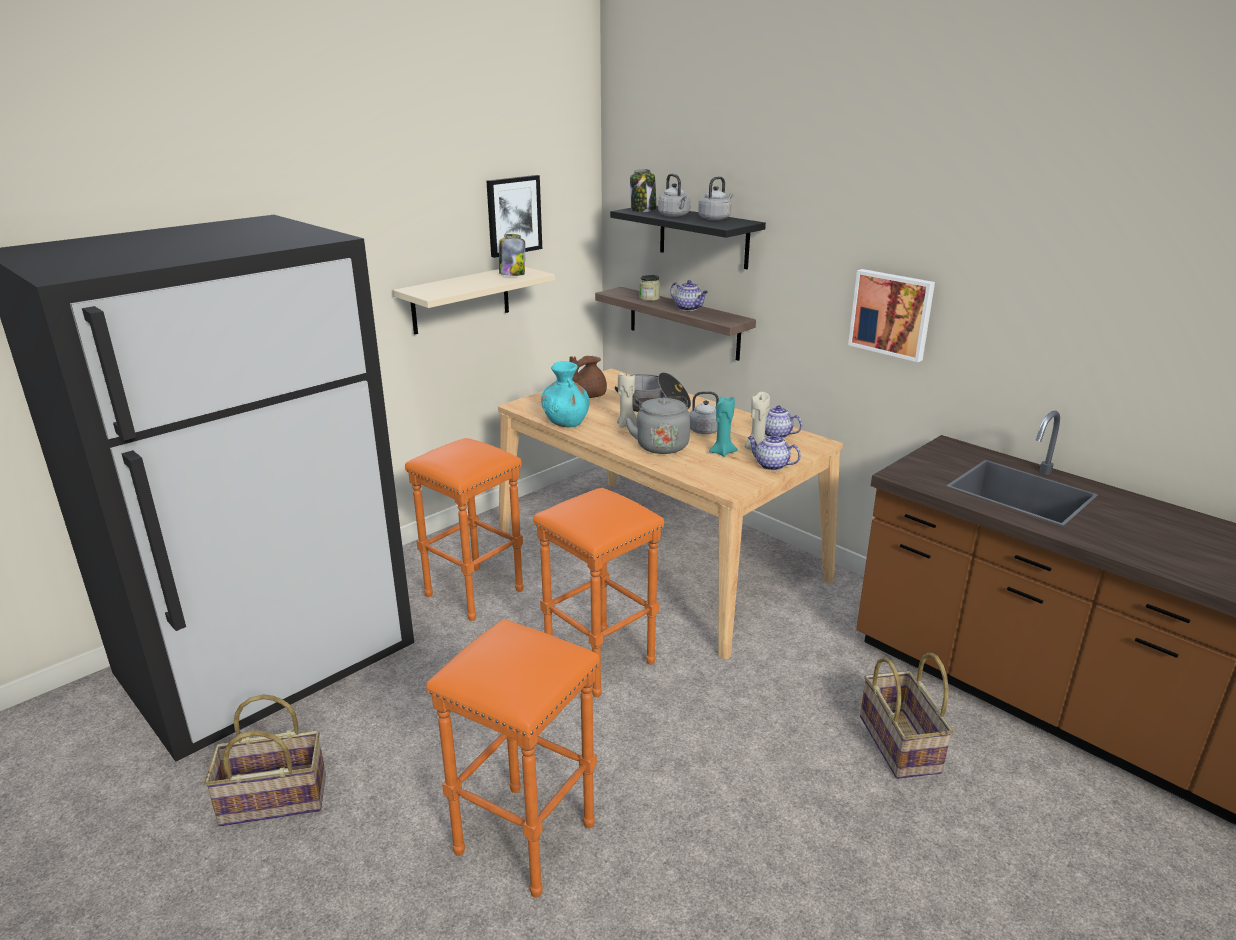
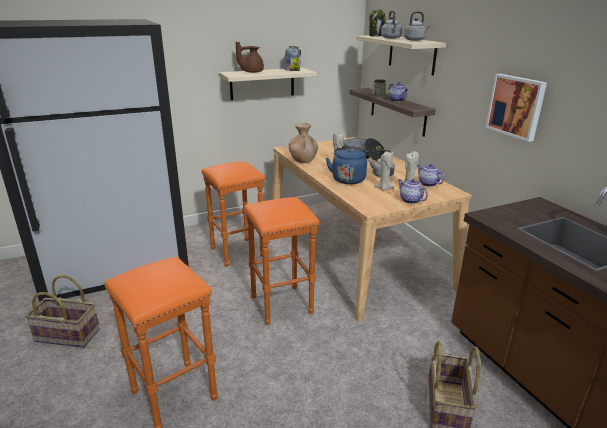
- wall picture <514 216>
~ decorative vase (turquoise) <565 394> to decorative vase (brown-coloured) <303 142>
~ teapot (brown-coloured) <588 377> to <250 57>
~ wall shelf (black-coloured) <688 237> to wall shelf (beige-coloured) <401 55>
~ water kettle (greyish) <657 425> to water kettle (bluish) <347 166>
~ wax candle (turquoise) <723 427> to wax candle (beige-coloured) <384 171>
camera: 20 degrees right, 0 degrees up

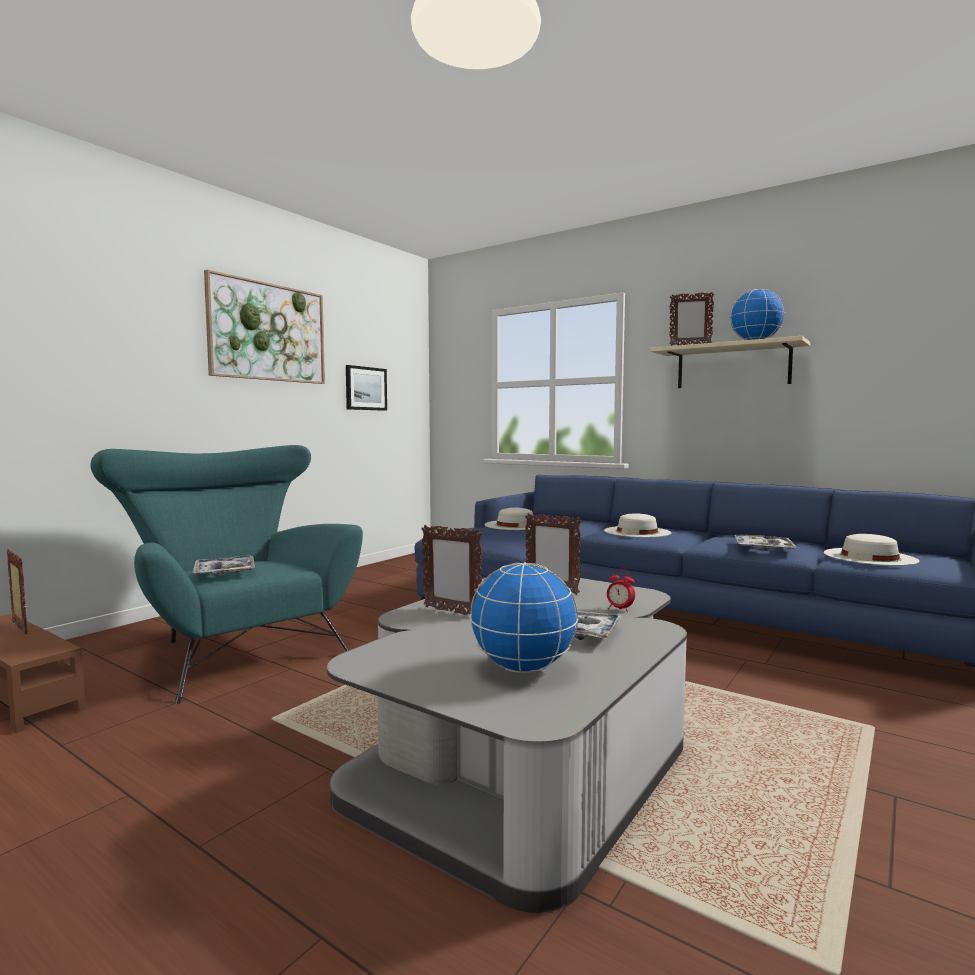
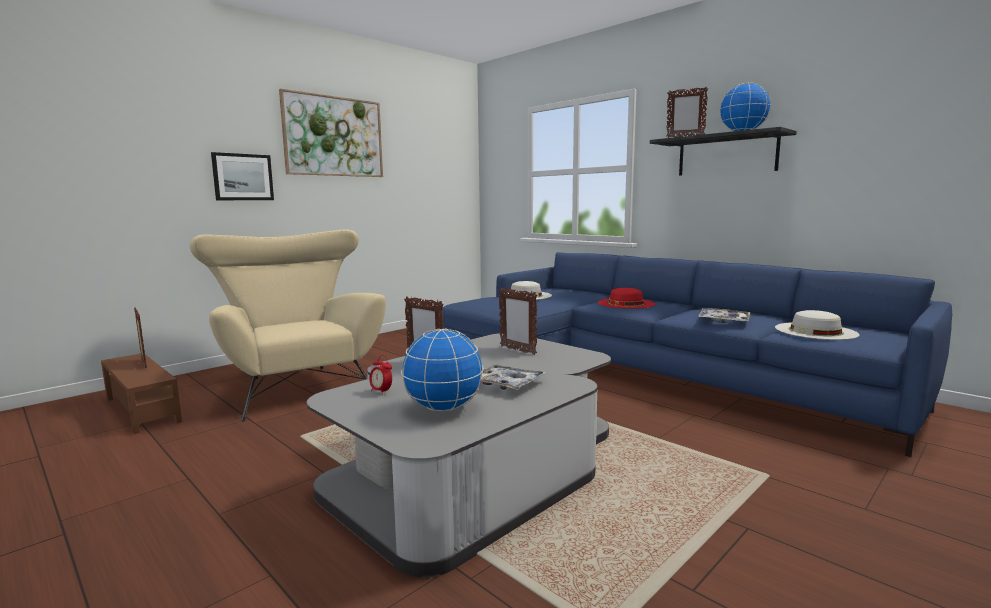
~ easy chair (turquoise) <226 574> to easy chair (beige-coloured) <288 325>
- tray <224 565>
~ wall picture <366 388> to <242 176>
~ wearable hat (white-coloured) <637 525> to wearable hat (red) <626 298>
~ alarm clock <621 590> to <380 375>
~ wall shelf (beige-coloured) <730 362> to wall shelf (black-coloured) <723 151>
camera: 10 degrees right, 5 degrees up

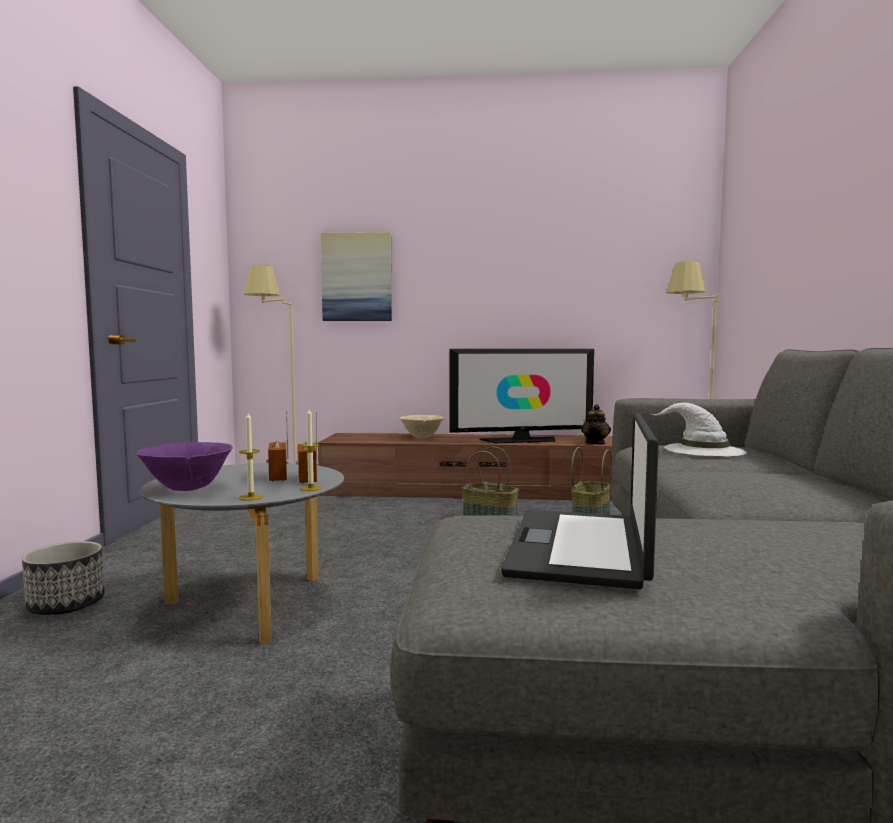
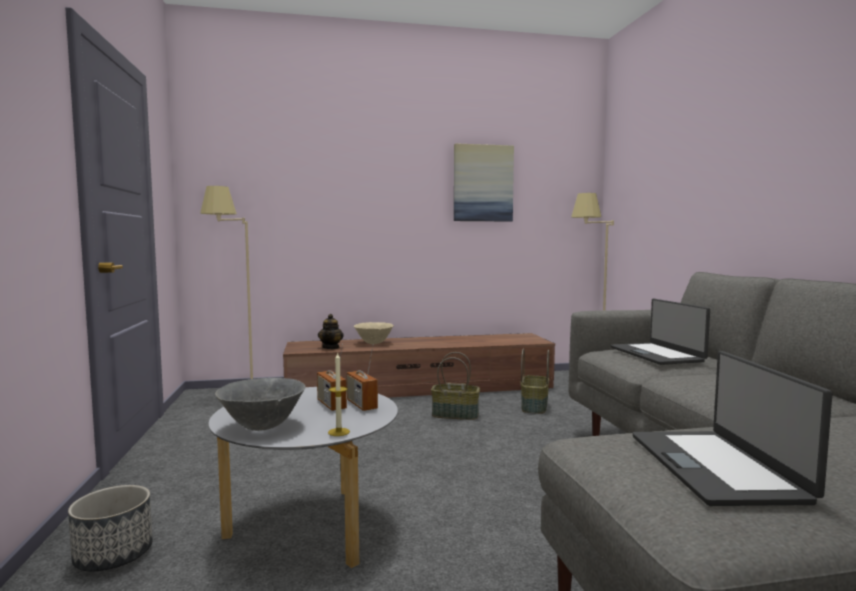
~ serving bowl (purple-coloured) <185 466> to serving bowl (greyish) <260 404>
- wax candle <311 450>
~ wall picture <356 276> to <484 182>
- TV set <521 396>
~ teapot <596 424> to <331 331>
~ wearable hat (white-coloured) <698 430> to notebook computer <660 332>
camera: 15 degrees left, 0 degrees up

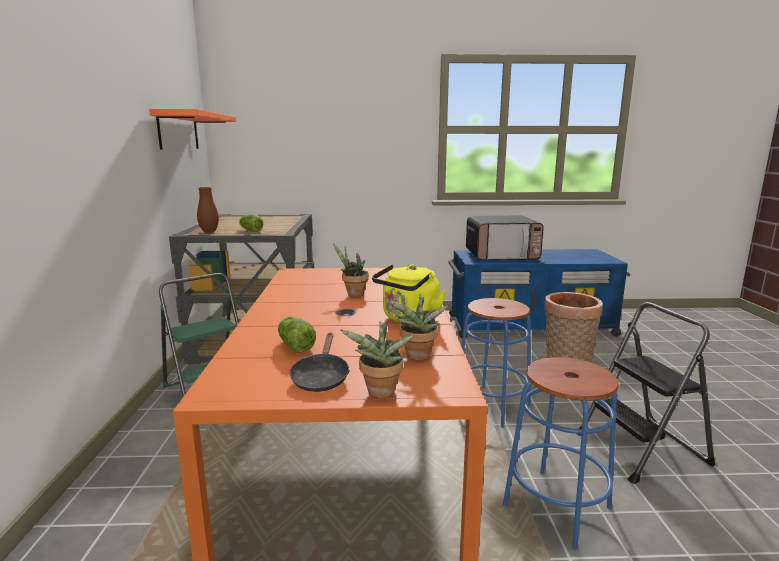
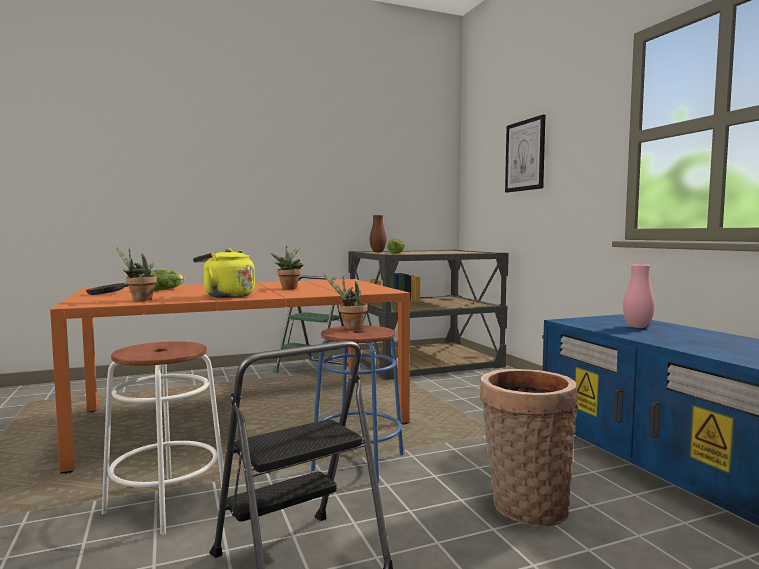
- wall shelf (orange-coloured) <192 129>
~ plant in a pot <378 359> to <345 302>
~ microwave oven <505 237> to decorative vase (pink-coloured) <639 296>
~ stool seat (bluish) <561 453> to stool seat (white-coloured) <163 438>
+ wall picture <525 153>
camera: 70 degrees right, 10 degrees down

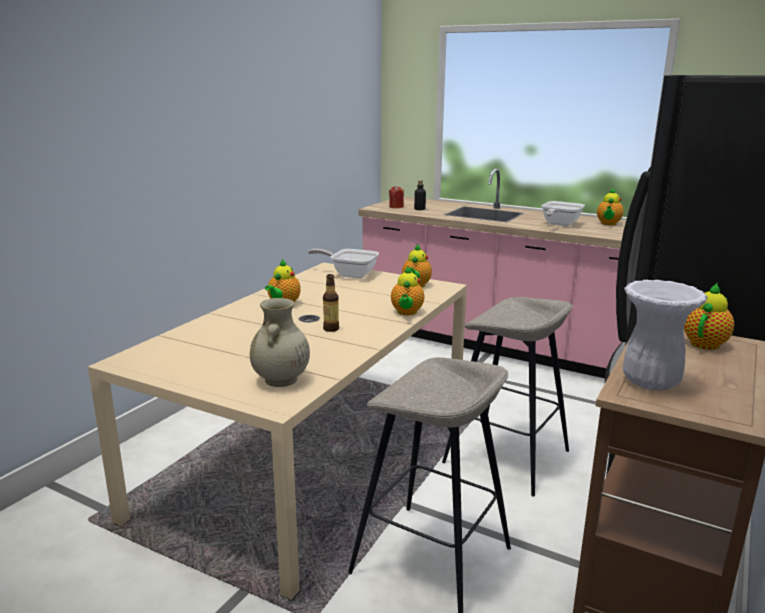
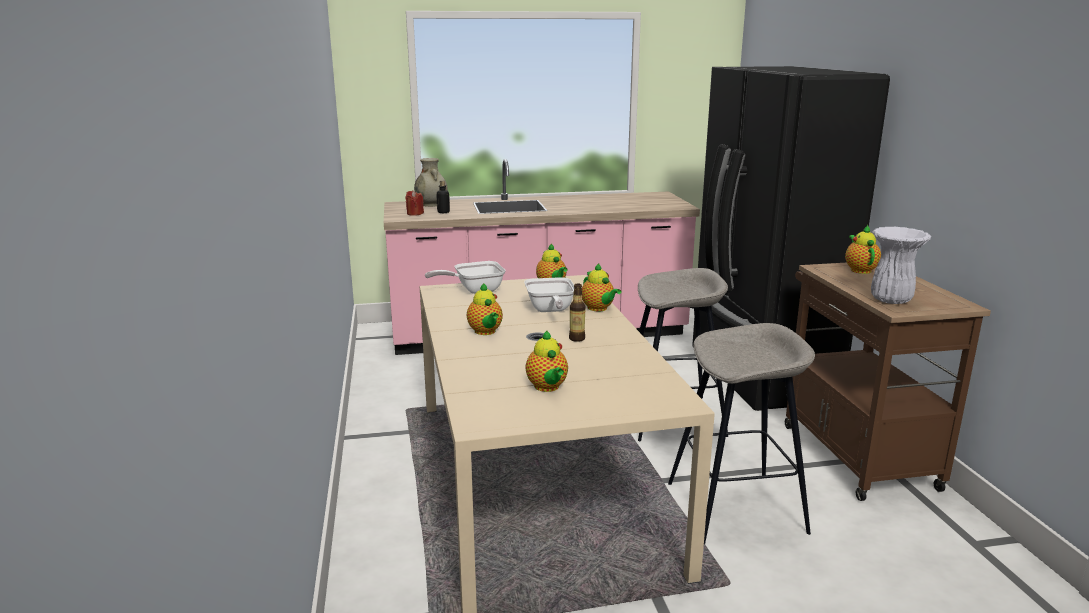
~ decorative vase (beige-coloured) <280 342> to <431 182>
~ skillet <563 213> to <549 294>
~ teapot <610 206> to <546 361>
camera: 40 degrees left, 0 degrees up

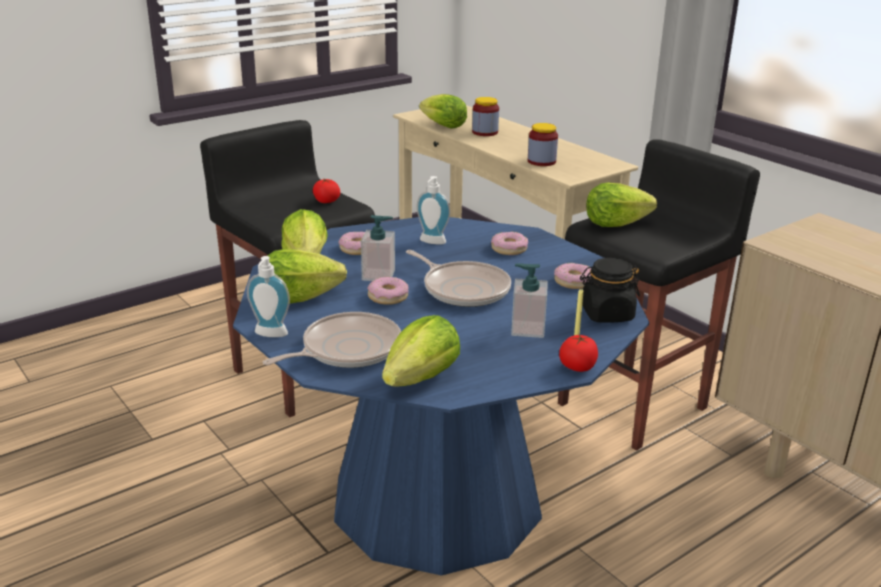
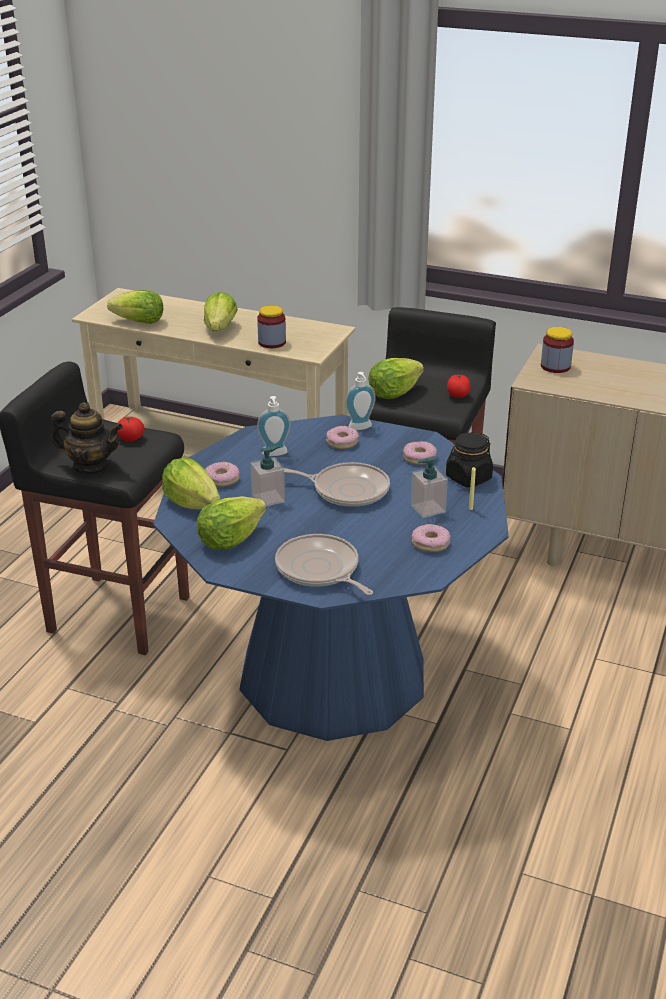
~ soap dispenser <268 296> to <360 401>
~ skillet <332 340> = <324 564> 60 degrees counterclockwise
~ ring doughnut <387 291> to <431 538>
~ lettuce <421 350> to <221 311>
~ jar <485 116> to <557 350>
~ fresh tomato <578 353> to <458 386>
+ teapot <87 438>
camera: 30 degrees left, 5 degrees up

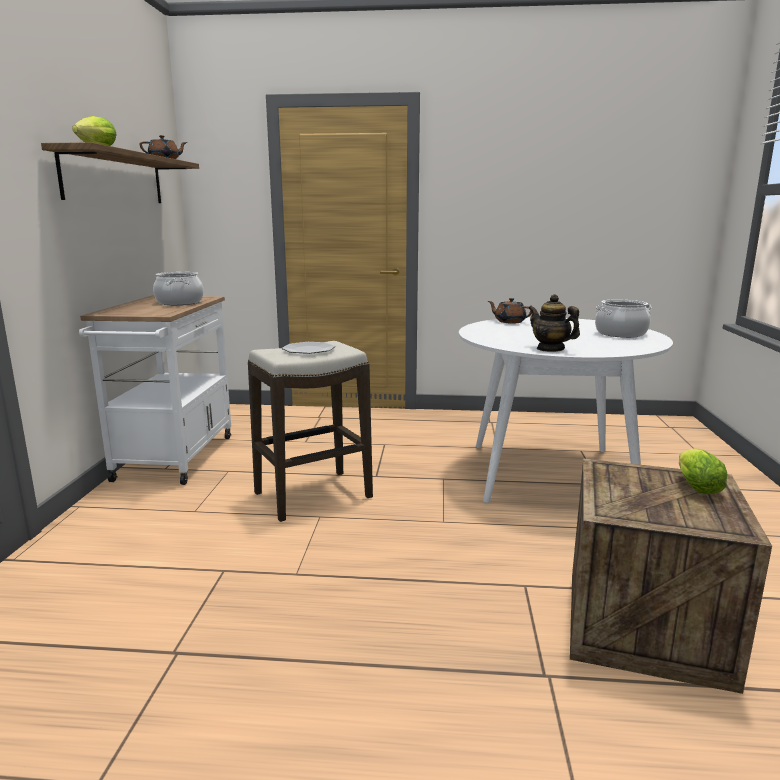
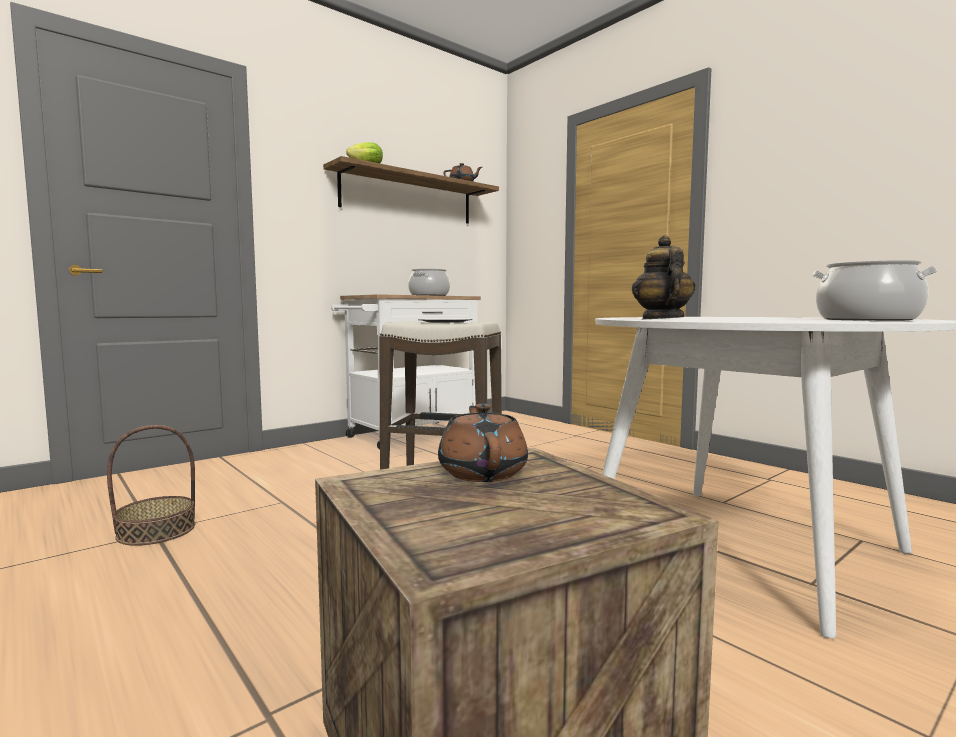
~ teapot (brown-coloured) <510 311> to <483 443>
- lettuce <703 471>
+ household basket <151 485>
camera: 45 degrees right, 10 degrees down

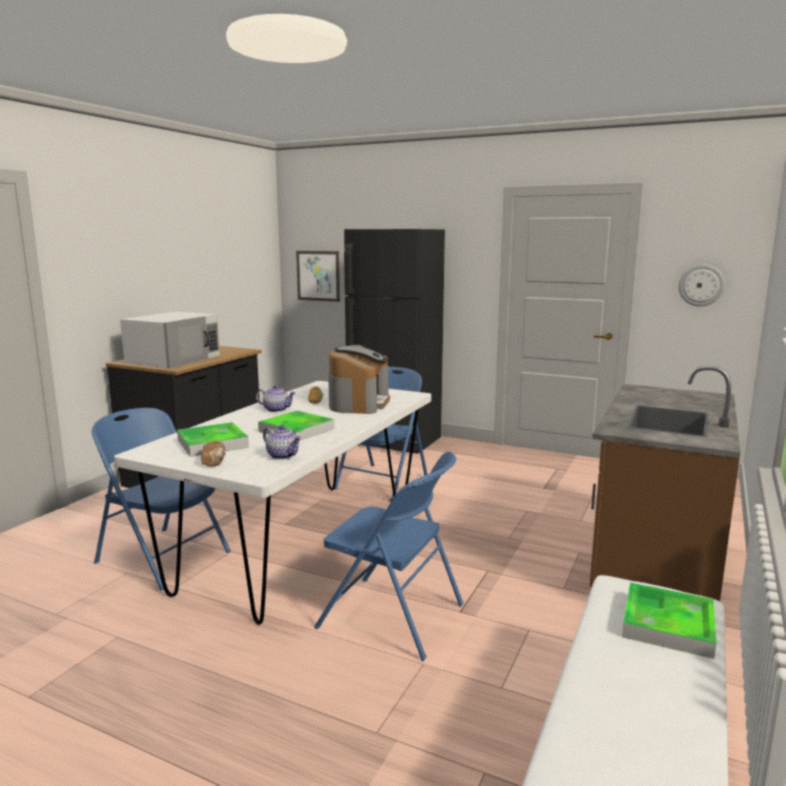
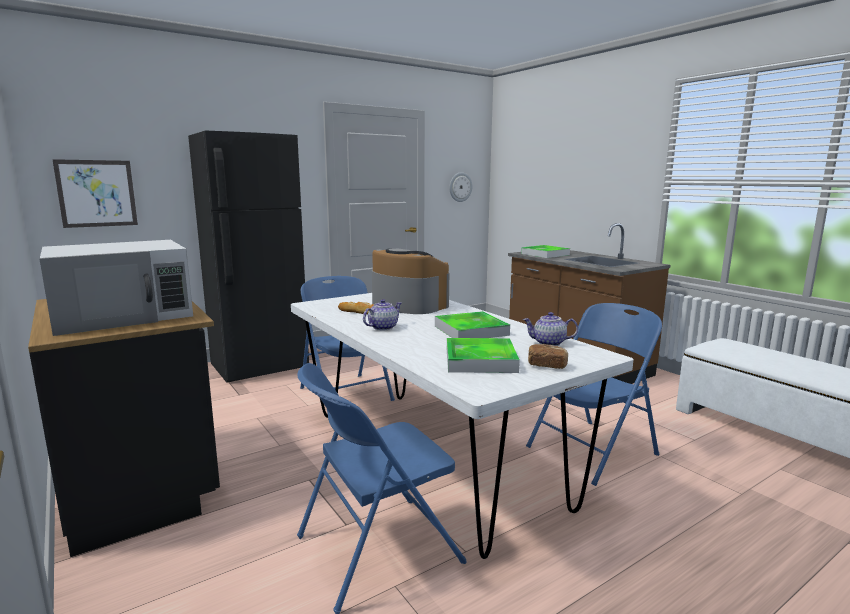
~ microwave oven (white-coloured) <170 339> = <116 288> 90 degrees clockwise
~ teapot <282 442> = <550 329> 150 degrees counterclockwise
~ tray <669 620> to <545 251>
camera: 60 degrees left, 0 degrees up

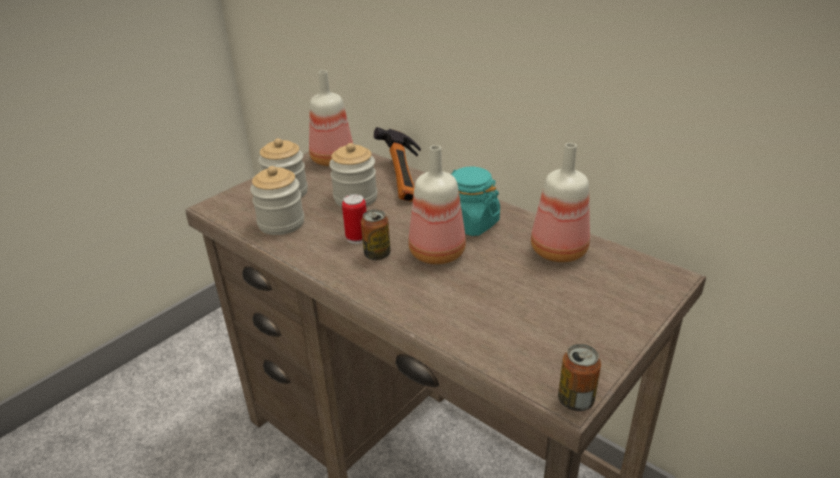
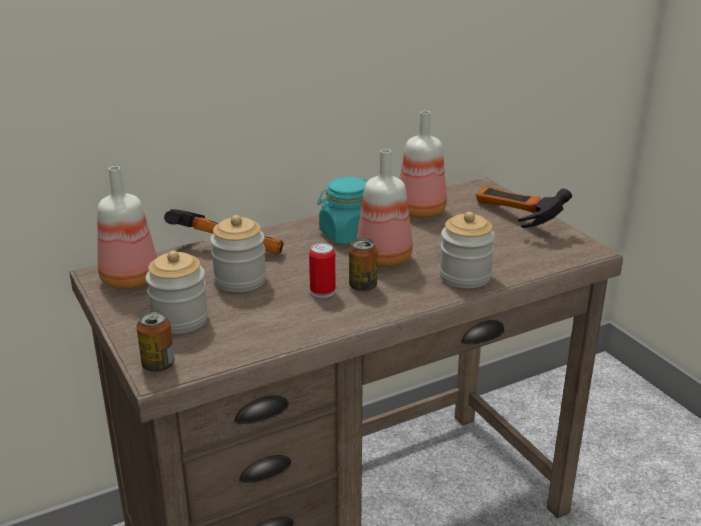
~ jar <277 200> to <467 250>
~ sealed can <579 377> to <155 341>
+ tool hammer <524 207>
camera: 70 degrees left, 5 degrees down

